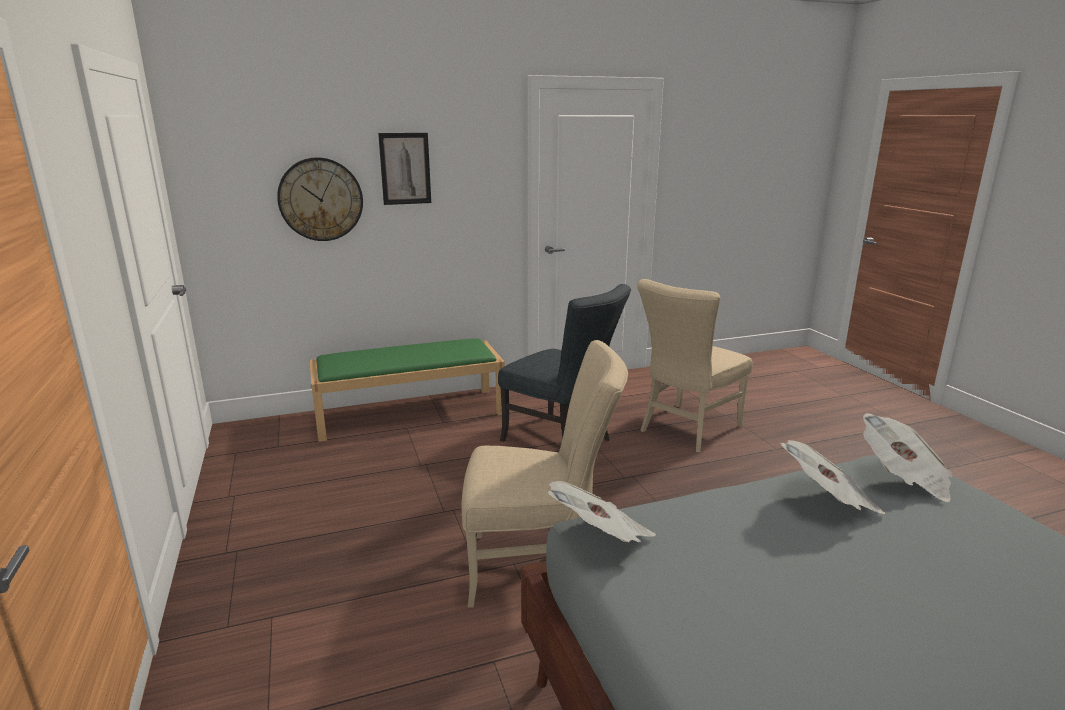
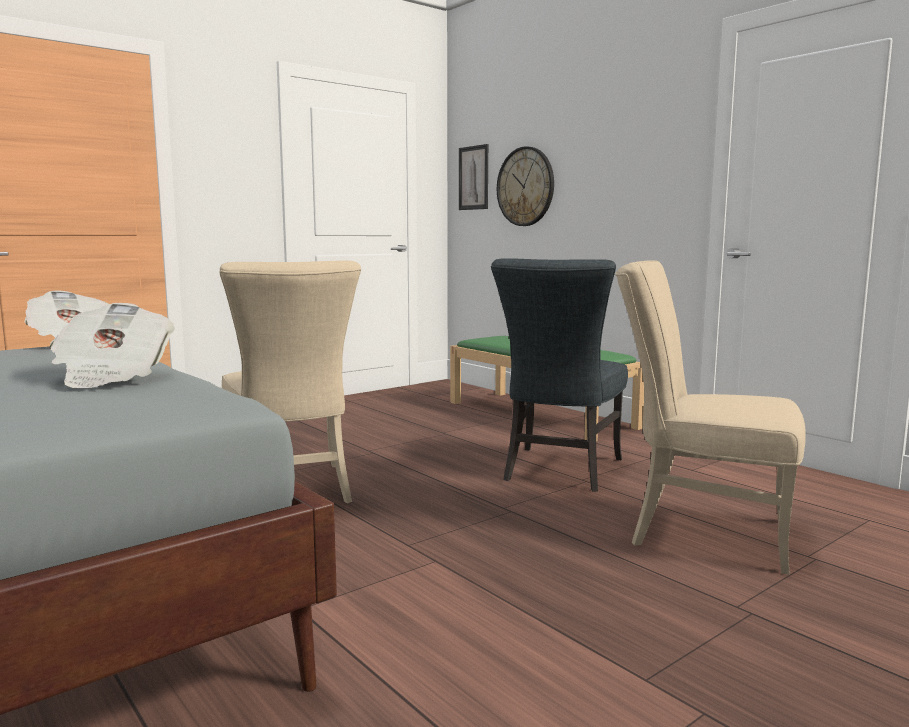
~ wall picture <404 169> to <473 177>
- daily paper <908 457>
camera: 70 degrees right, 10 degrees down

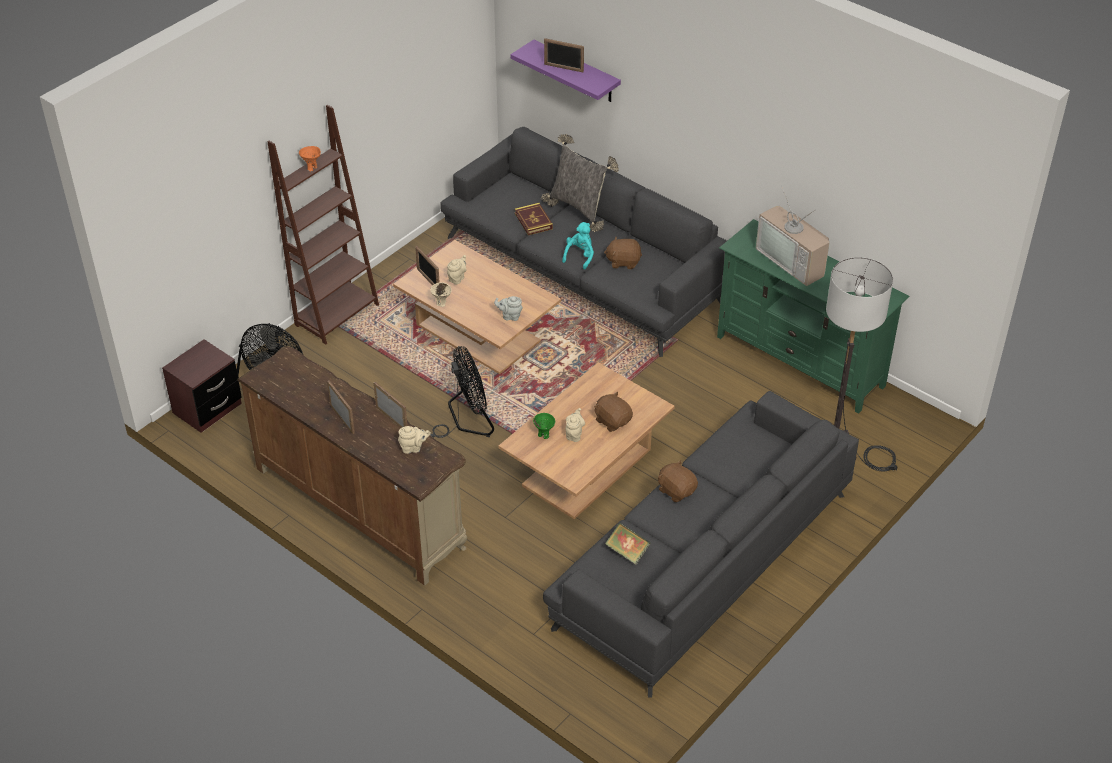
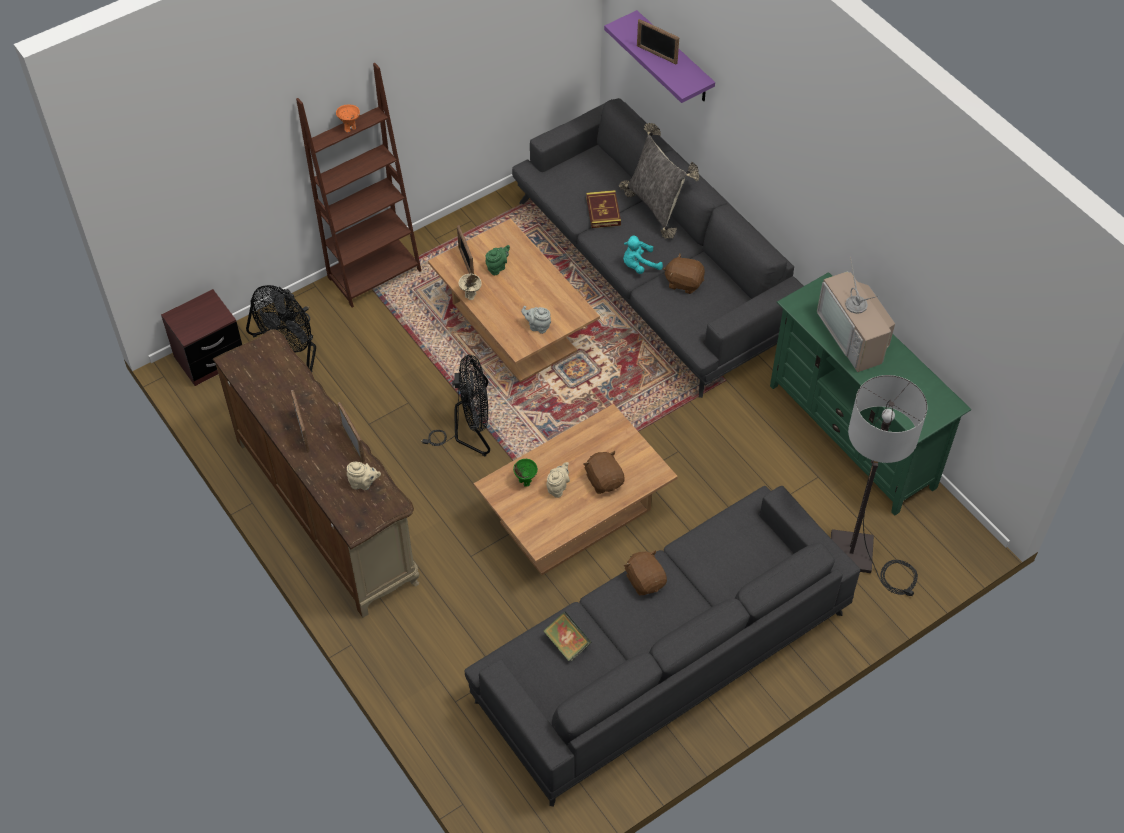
~ teapot (beige-coloured) <457 270> to teapot (green-coloured) <497 260>
~ plush toy (turquoise) <578 246> = <643 255> 150 degrees counterclockwise
camera: 15 degrees right, 10 degrees up

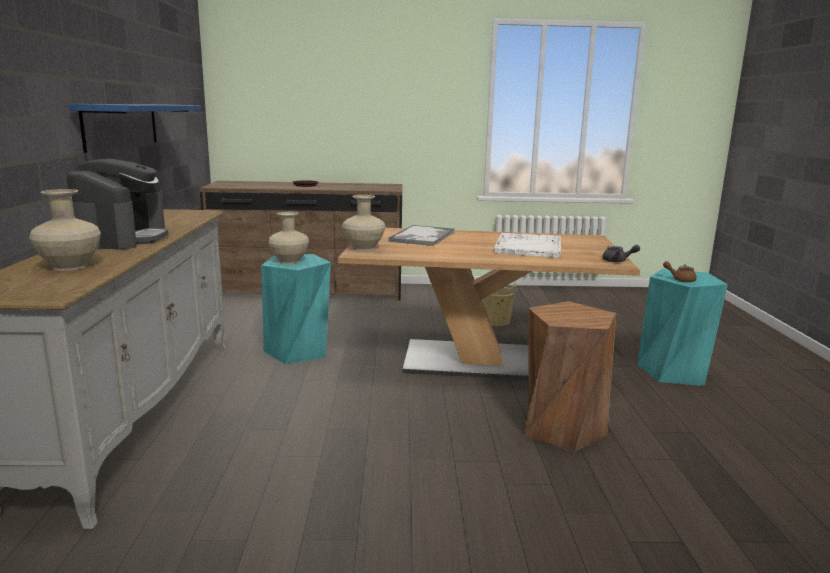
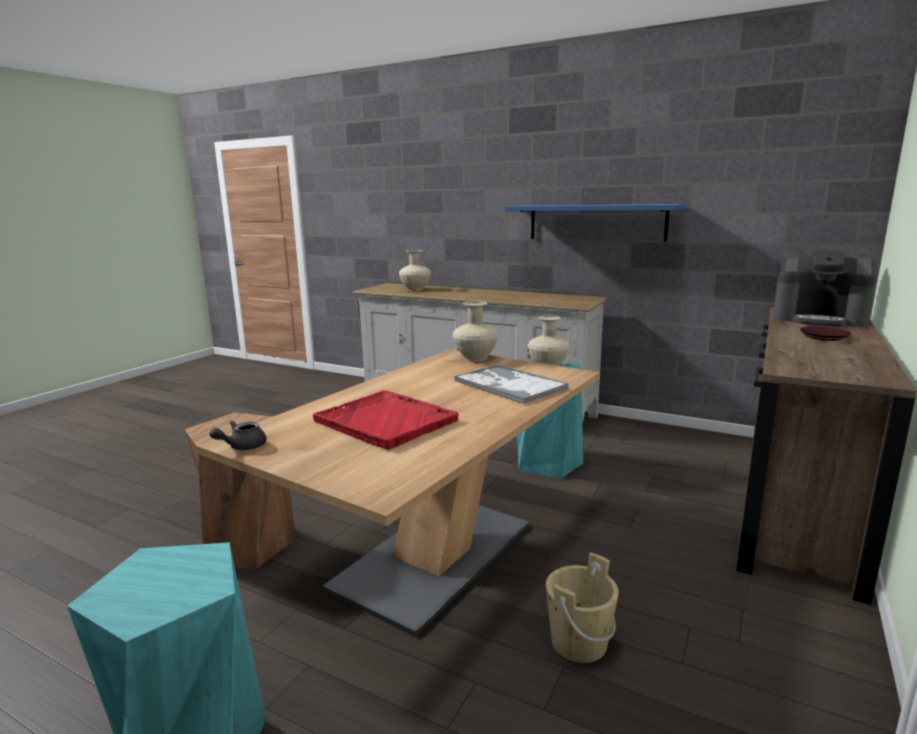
~ coffee maker <118 204> to <824 288>
~ tray (white-coloured) <527 245> to tray (red) <385 420>
- teapot (brown-coloured) <680 271>
camera: 120 degrees right, 0 degrees up

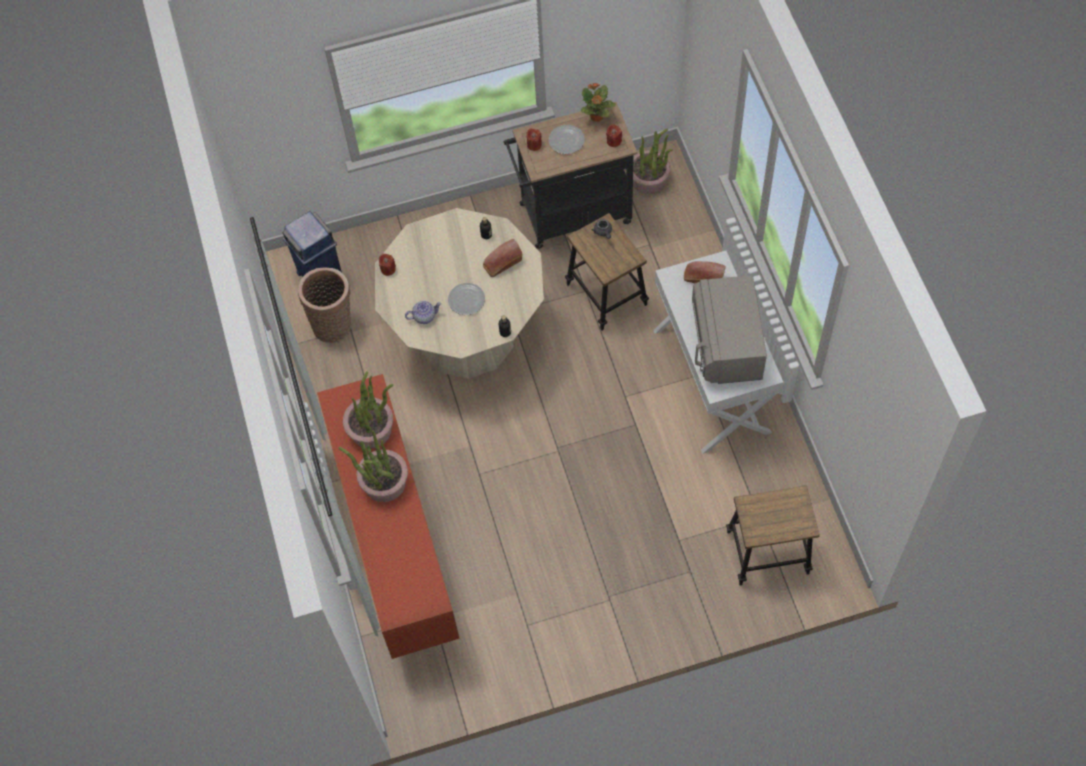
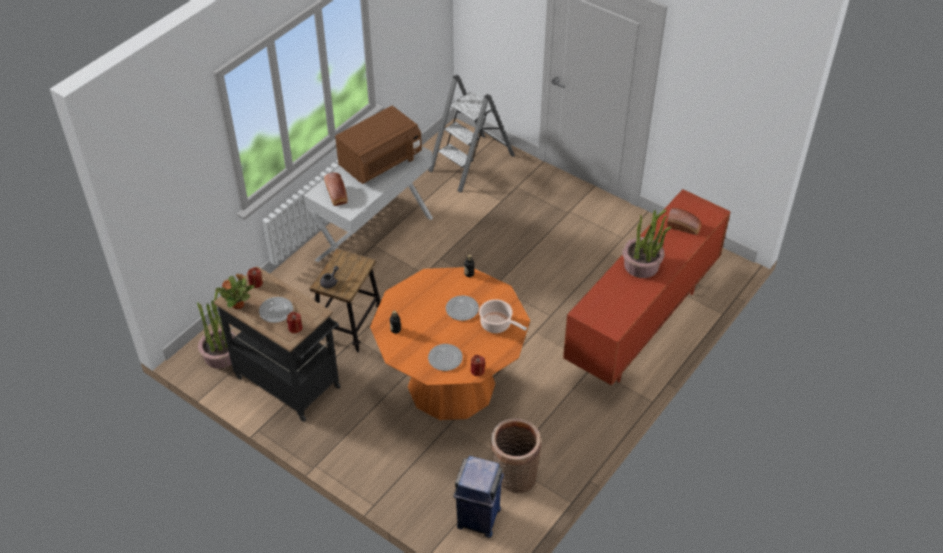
- plant in a pot <368 409>
~ dining table (beige-coloured) <459 293> to dining table (orange-coloured) <450 343>
~ teapot <423 312> to stockpot <503 316>
~ bakery bread <502 258> to <684 221>
~ microwave oven (greyish) <729 329> to microwave oven (brown-coloured) <378 145>
~ stool seat <773 535> to step stool (greyish) <471 134>
+ plate <445 357>
camera: 130 degrees left, 15 degrees down

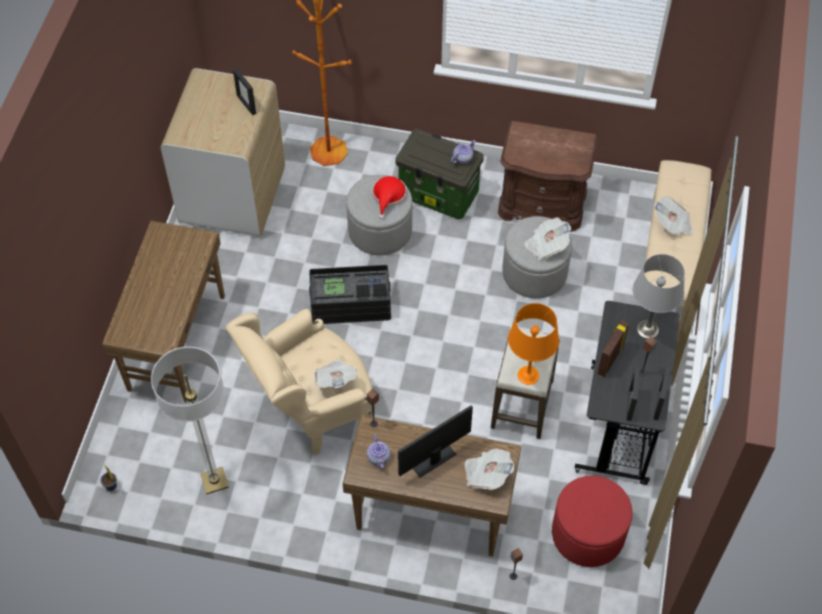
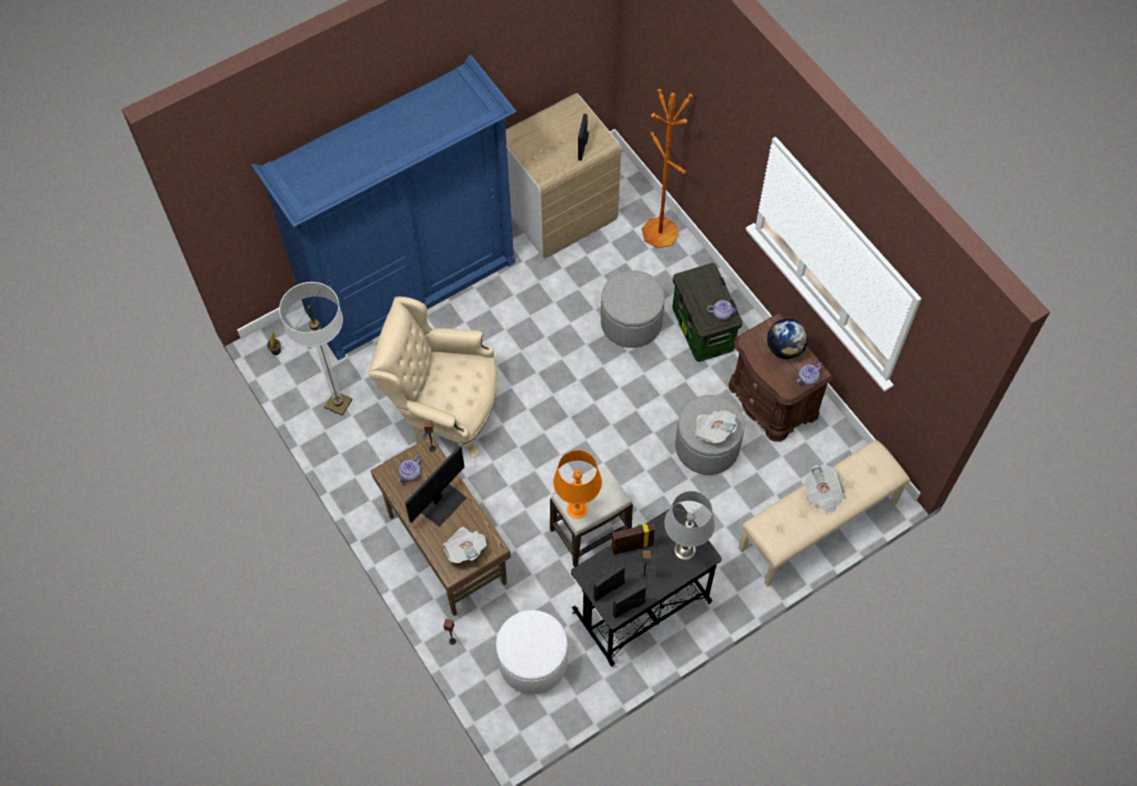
~ narrow table (brown-coloured) <163 312> to clothes cupboard (bluish) <384 207>
- storage container (black-coloured) <350 294>
- daily paper <336 373>
- wearable hat (red) <389 197>
~ computer screen <435 441> = <435 486> 120 degrees clockwise
~ ottoman (red) <592 521> to ottoman (white-coloured) <532 652>
+ desk globe <787 339>
+ teapot <810 374>
camera: 45 degrees right, 5 degrees up

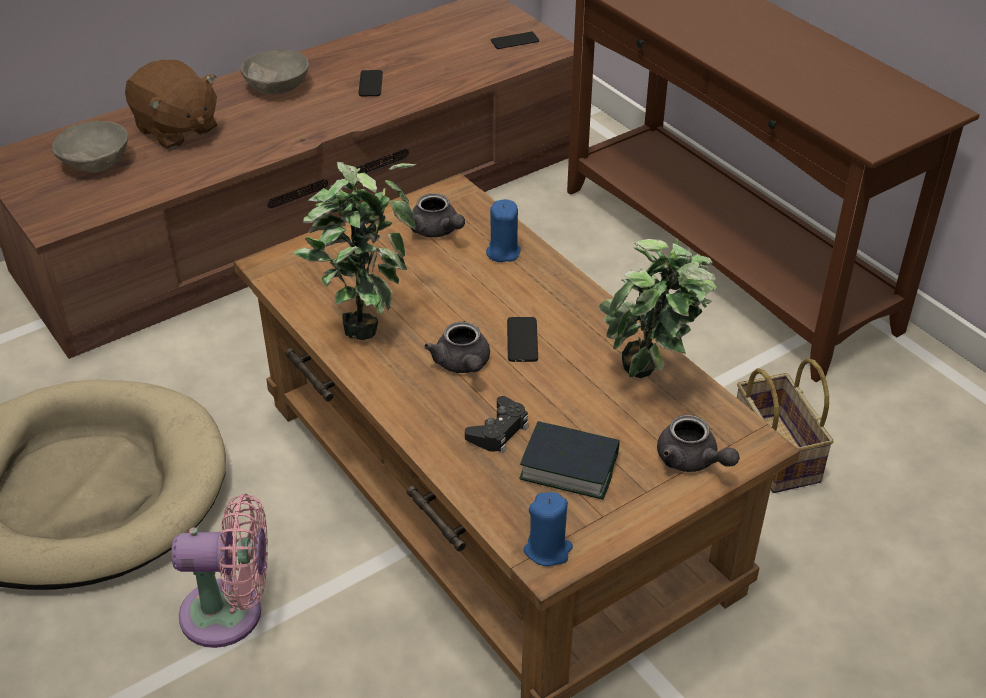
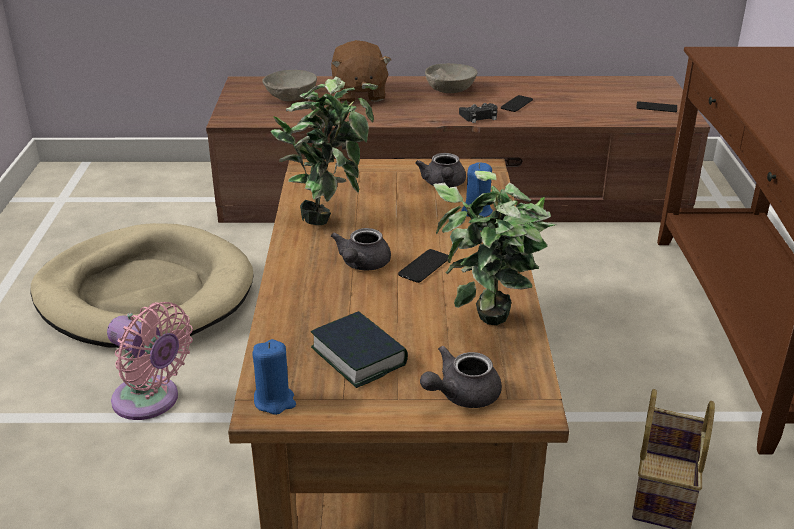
~ game controller (black-coloured) <496 424> to <478 113>
~ teapot (greyish) <698 443> = <461 377> 60 degrees clockwise
camera: 35 degrees right, 10 degrees down

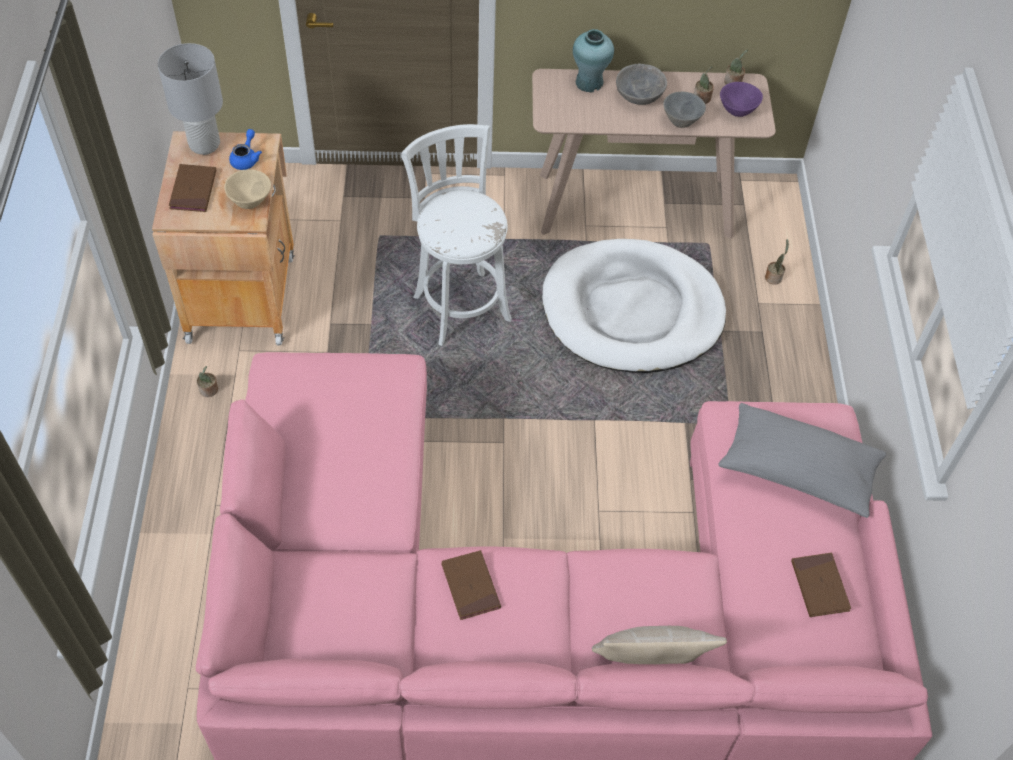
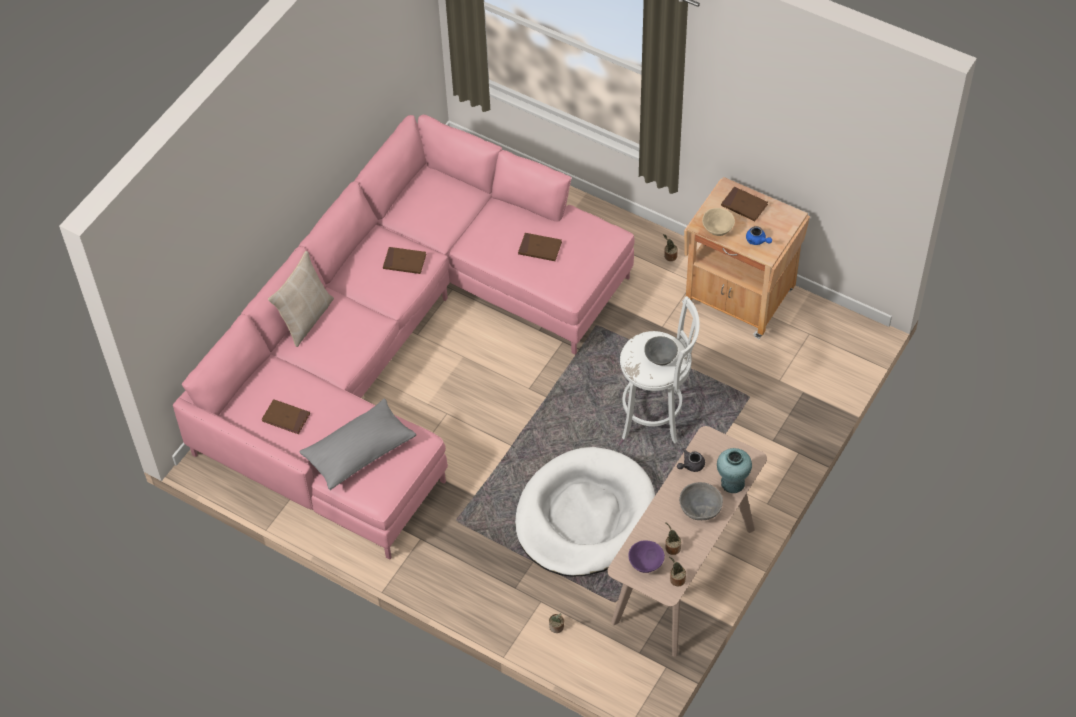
- table lamp (greyish) <190 99>
~ serving bowl (greyish) <684 110> to <661 350>
+ book (brown-coloured) <540 247>
+ teapot (greyish) <691 460>
camera: 125 degrees right, 0 degrees up

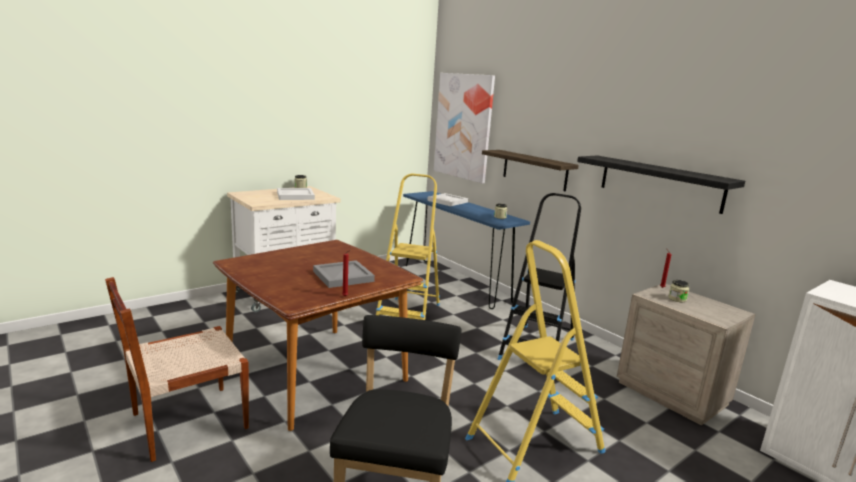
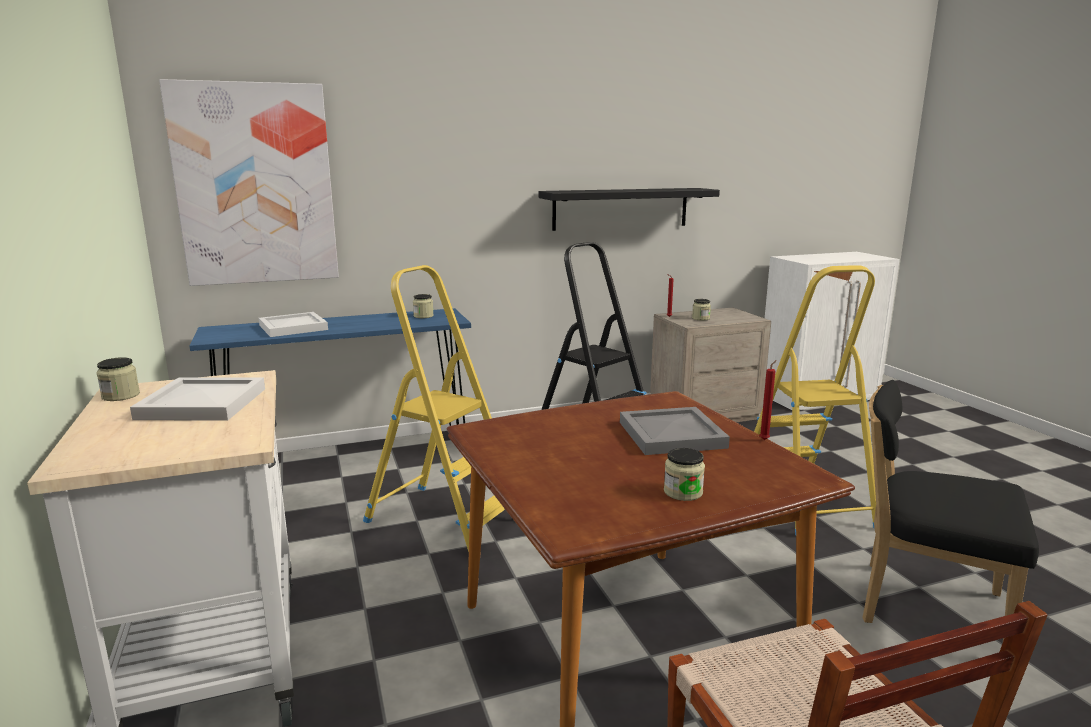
- wall shelf <530 171>
+ jar <684 474>
camera: 70 degrees left, 0 degrees up

